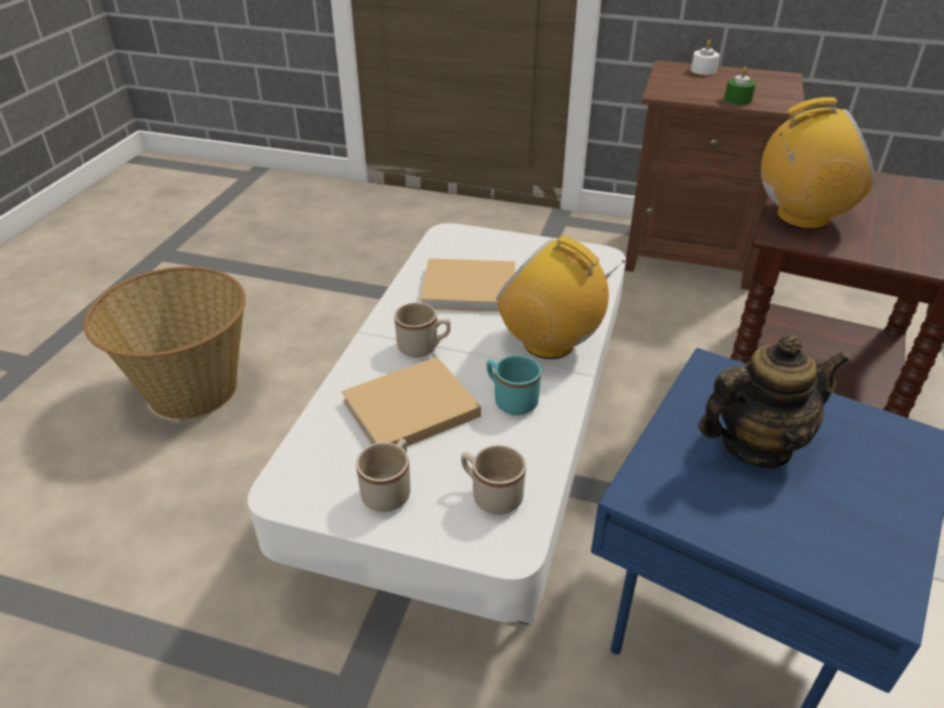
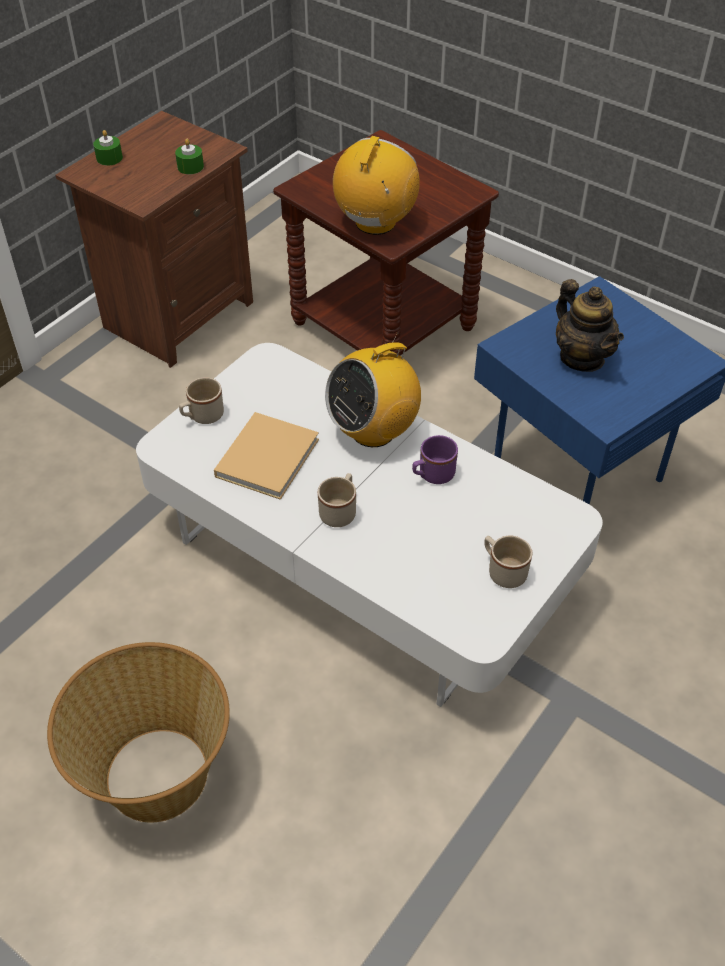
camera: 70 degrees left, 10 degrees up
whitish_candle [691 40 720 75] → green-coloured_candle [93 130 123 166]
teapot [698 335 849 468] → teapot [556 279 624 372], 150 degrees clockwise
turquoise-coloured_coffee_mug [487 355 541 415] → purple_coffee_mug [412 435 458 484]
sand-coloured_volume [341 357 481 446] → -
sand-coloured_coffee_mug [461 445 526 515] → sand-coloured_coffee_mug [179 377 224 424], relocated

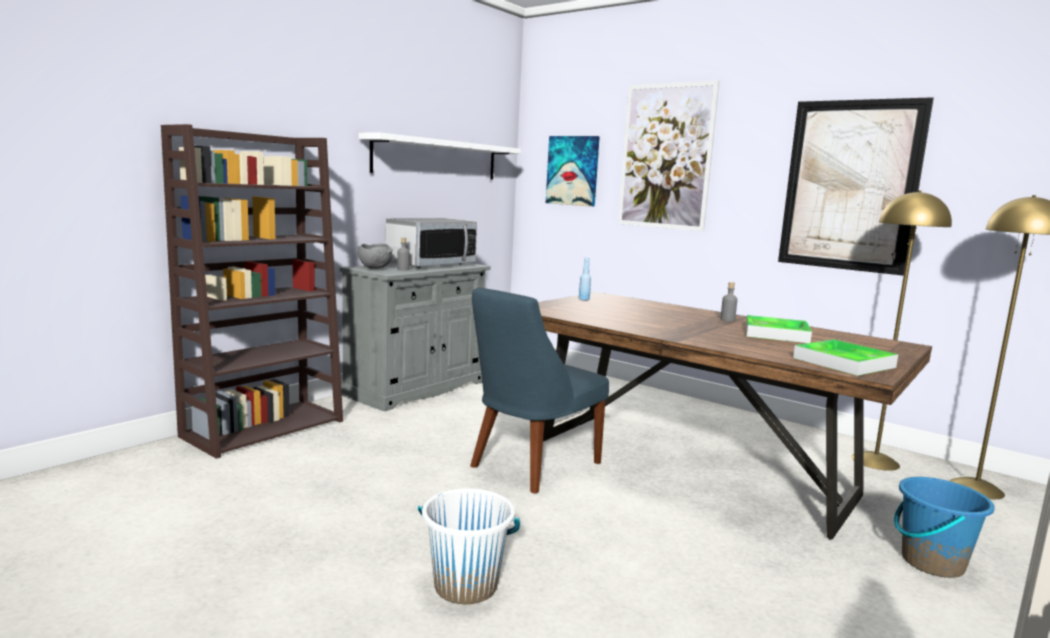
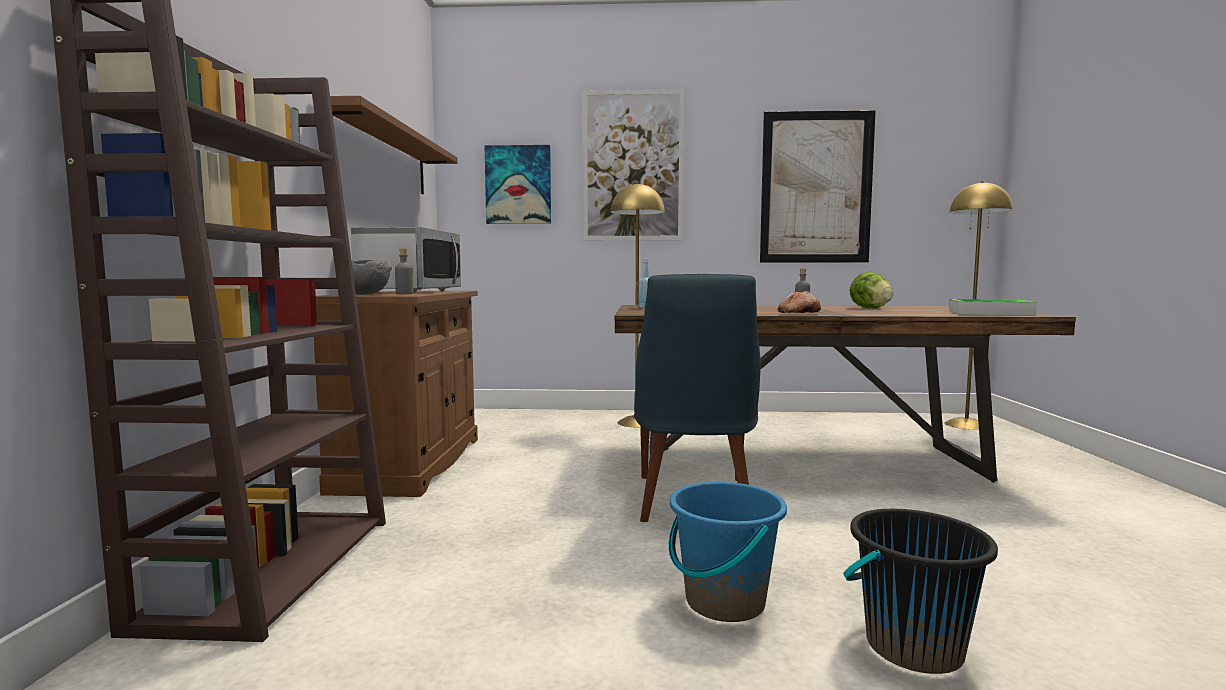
camera: 35 degrees left, 5 degrees down
whitish_shelf [359 133 521 180] → brown-coloured_shelf [330 96 458 194]
yellowish_standing_lamp [851 190 952 471] → yellowish_standing_lamp [611 183 665 427], relocated
gray_cabinet [340 263 491 411] → brown-coloured_cabinet [314 291 478 497]
serving_tray [746 315 812 343] → lettuce_head [849 271 893 309]
blue-coloured_bucket [894 477 995 578] → blue-coloured_bucket [668 482 787 622], relocated
whitish_bucket [418 488 520 604] → black_bucket [843 509 998 674]
- → bread [778 291 821 313]

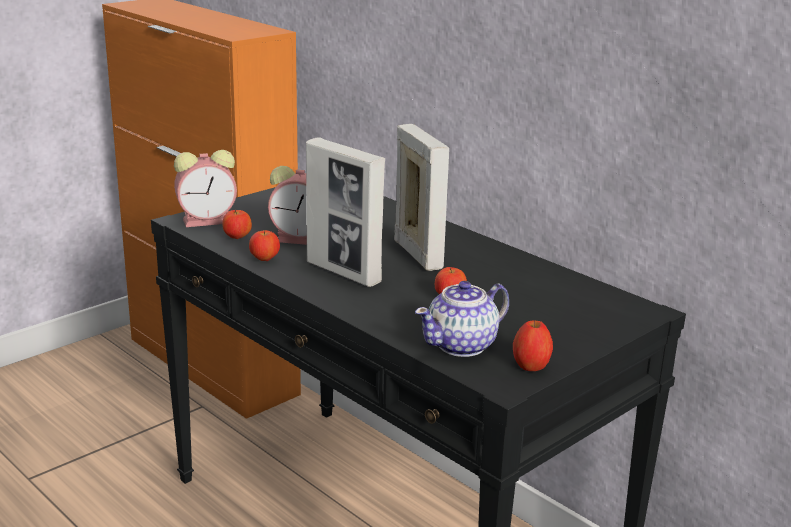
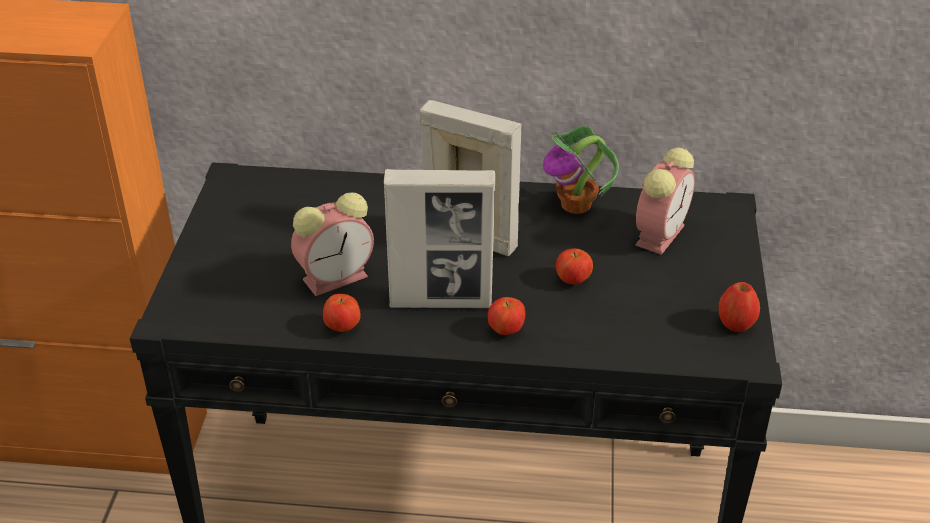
camera: 40 degrees left, 15 degrees up
bedside_clock [174 150 237 227] → bedside_clock [636 148 695 255], relocated
apple [222 209 252 239] → apple [488 297 525 335], relocated
teapot [415 281 509 357] → -
- → houseplant [543 125 619 214]

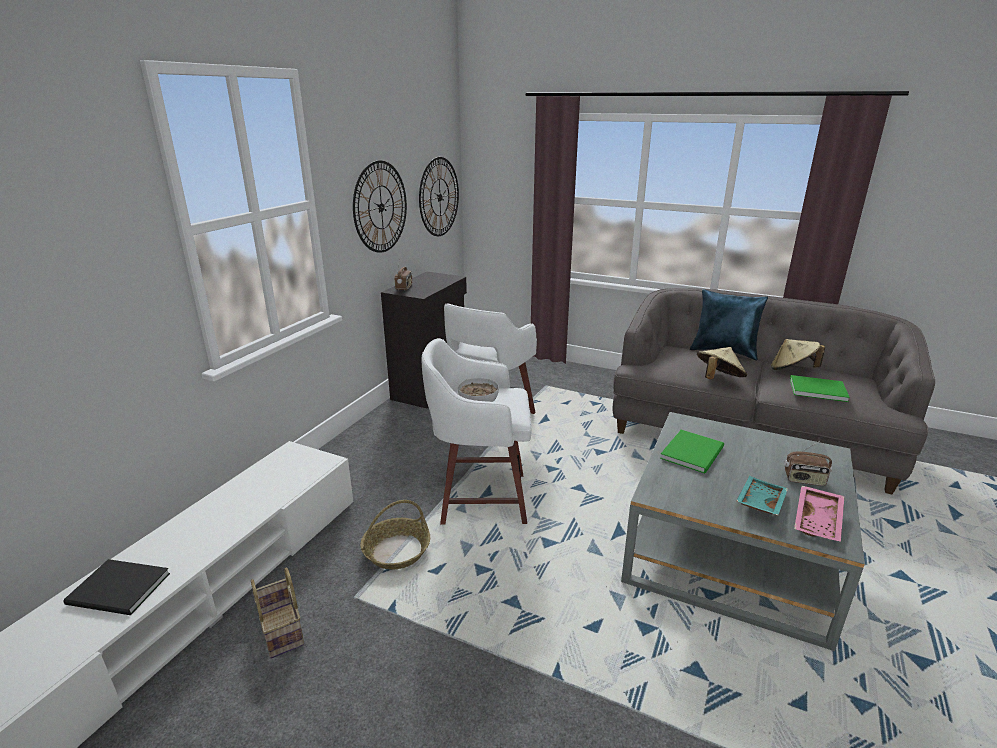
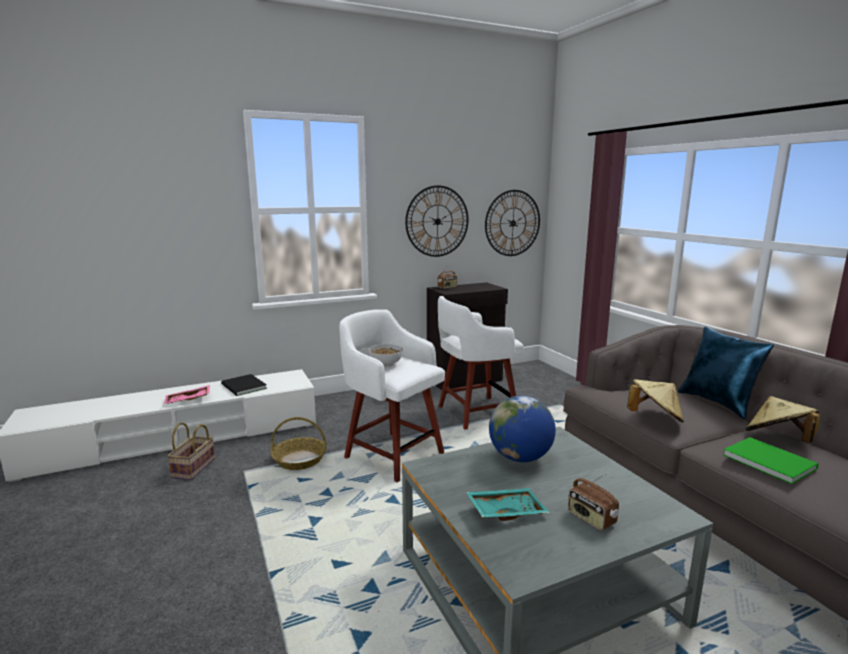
camera: 40 degrees right, 10 degrees down
green-coloured_volume [660 430 724 473] → desk_globe [489 396 556 462]
pink-coloured_serving_tray [794 486 845 542] → pink-coloured_serving_tray [164 385 210 404], relocated
black_volume [63 559 170 615] → black_volume [221 374 267 396], relocated

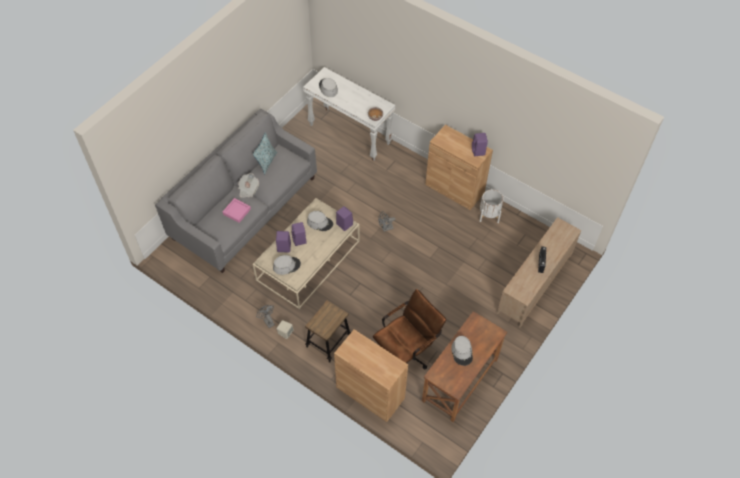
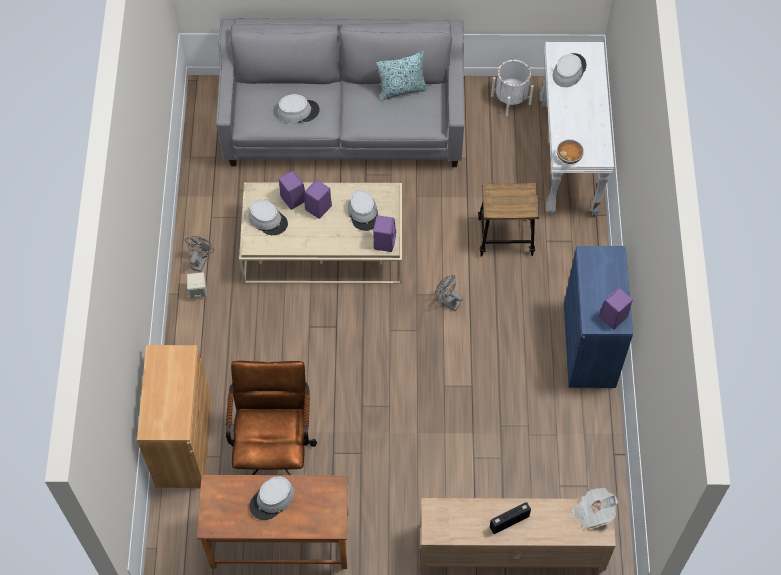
camera: 55 degrees right, 5 degrees up
brown-coloured_cabinet [425 125 493 210] → blue-coloured_cabinet [564 246 633 388]
daily_paper [238 173 259 198] → daily_paper [572 488 618 529], relocated
whitish_planter [480 189 504 223] → whitish_planter [491 60 534 116], relocated
pink-coloured_serving_tray [223 198 251 223] → gray_wearable_hat [277 94 320 123]
brown-coloured_desk_chair [373 289 446 369] → brown-coloured_desk_chair [226 361 317 475], 105 degrees counterclockwise
stool [305 300 351 362] → stool [478 183 539 257], relocated

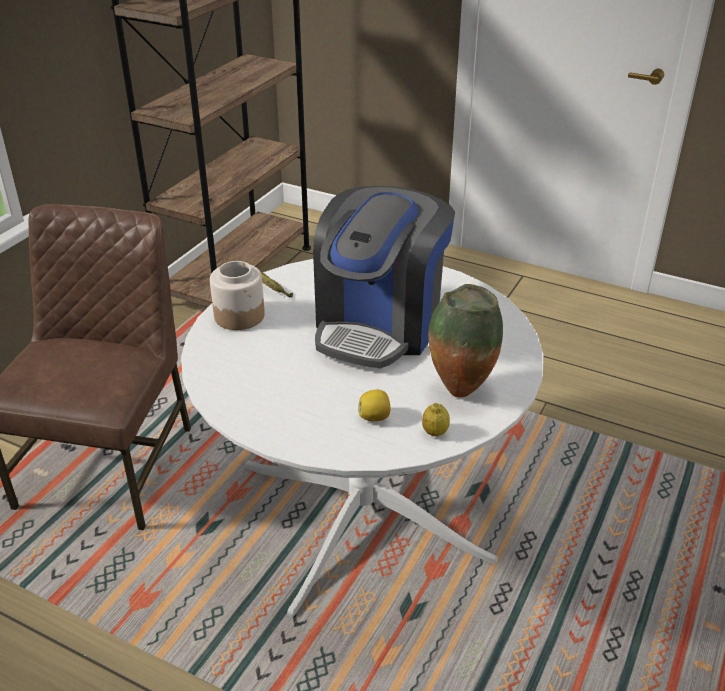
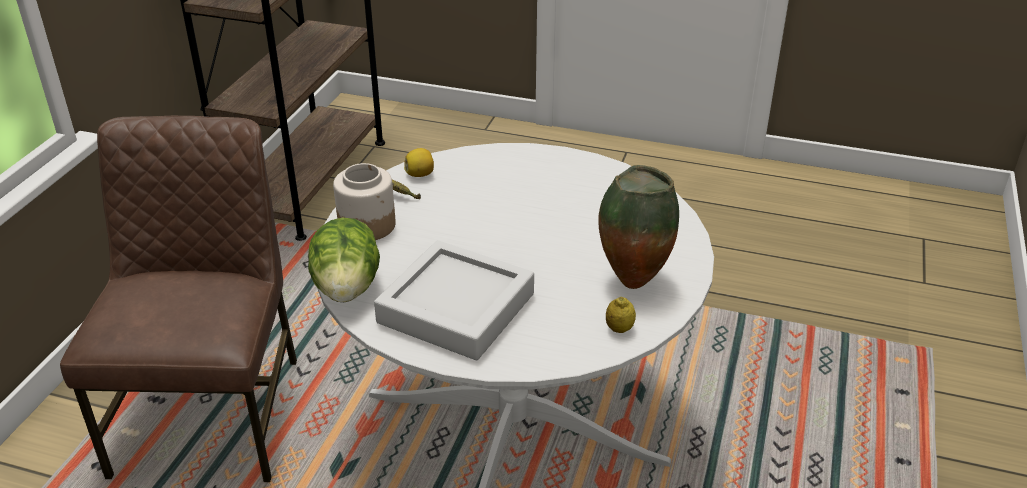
camera: 10 degrees left, 0 degrees up
coffee_maker [313 186 455 368] → -
citrus_fruit [358 390 391 422] → citrus_fruit [404 148 434 177], relocated
- → lettuce_head [308 217 380 302]
- → gray_serving_tray [374 240 534 360]

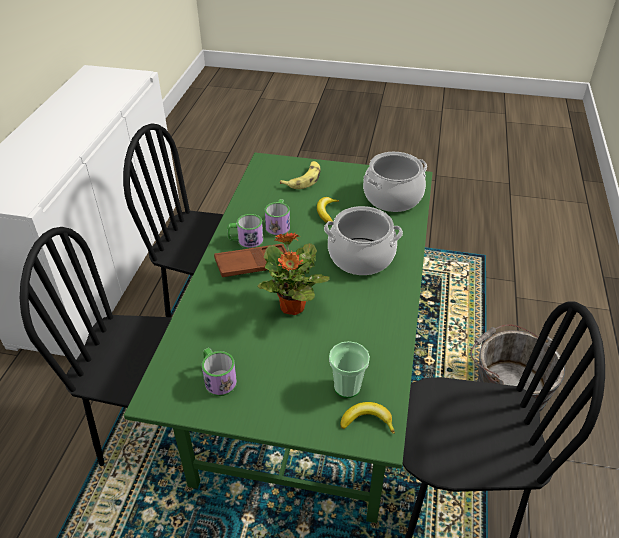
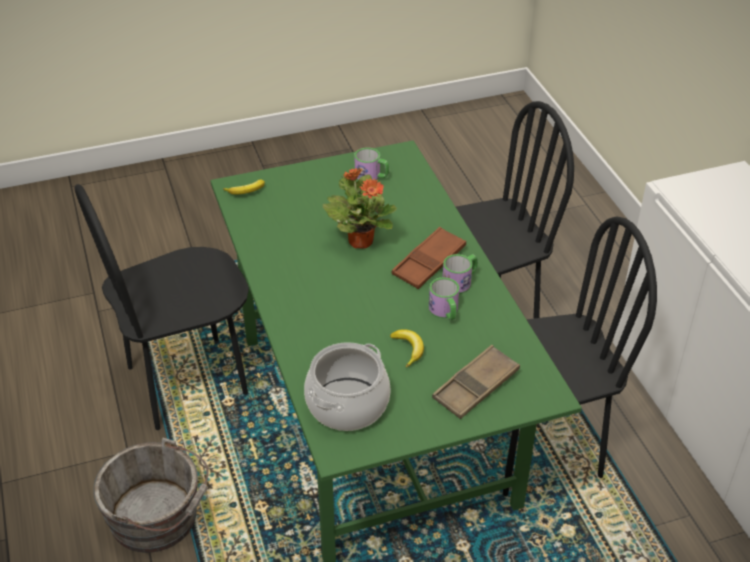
camera: 150 degrees right, 0 degrees up
banana_fruit [280 161 320 189] → brown-coloured_serving_tray [432 345 520 419]
stockpot [324 206 403 275] → -
drinking_cup [329 341 370 398] → -

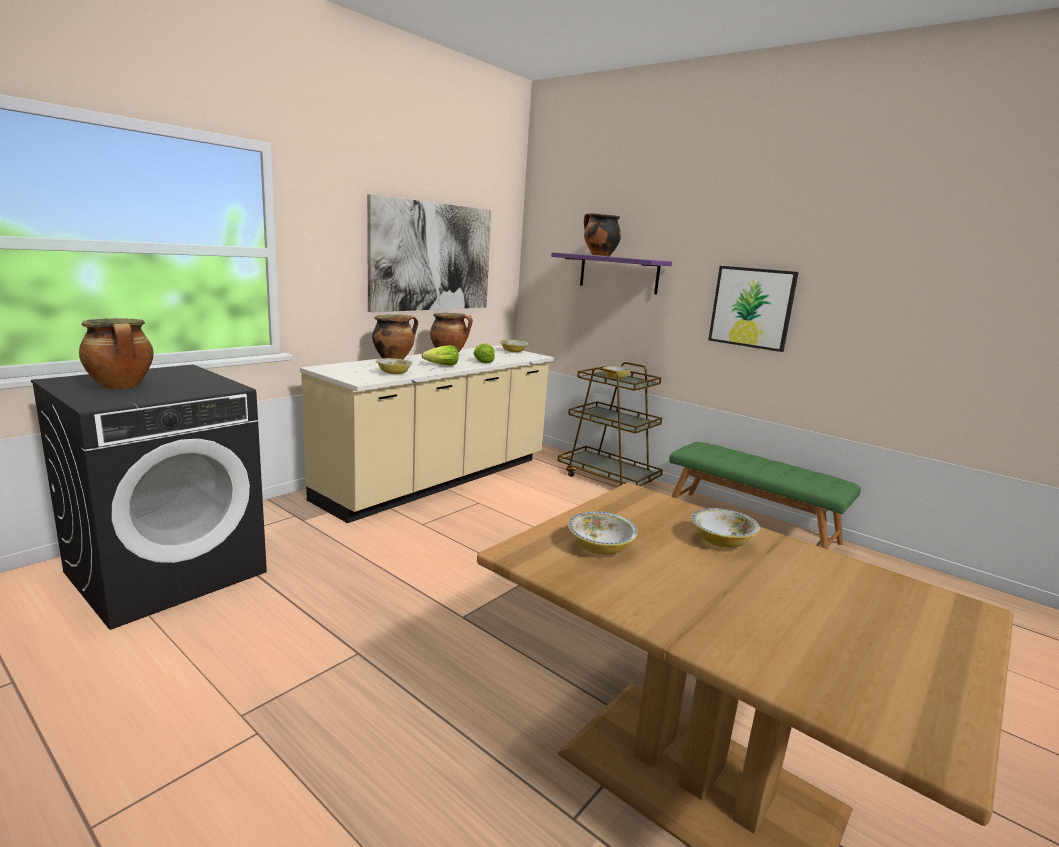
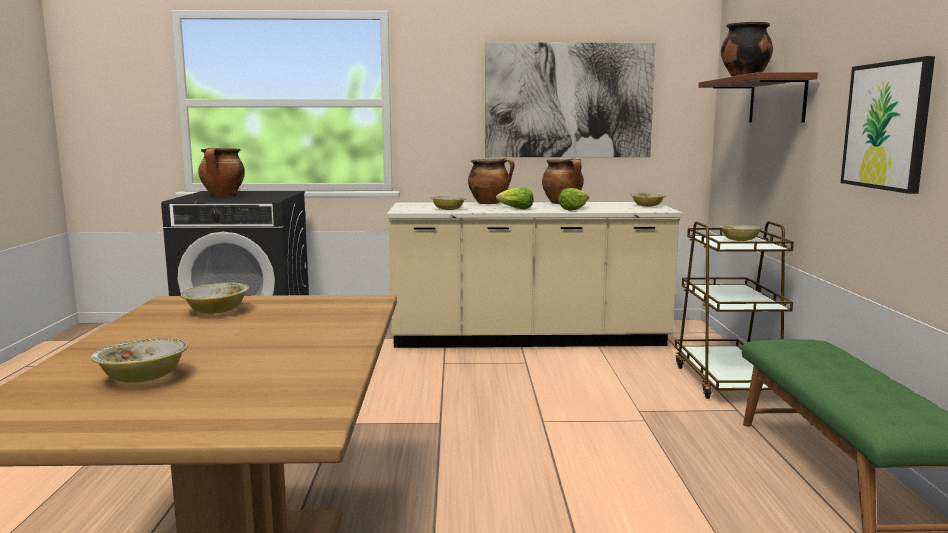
camera: 50 degrees right, 5 degrees down
purple_shelf [551 252 672 294] → brown-coloured_shelf [698 72 818 123]
bowl [691 508 760 548] → bowl [91 338 188 383], relocated

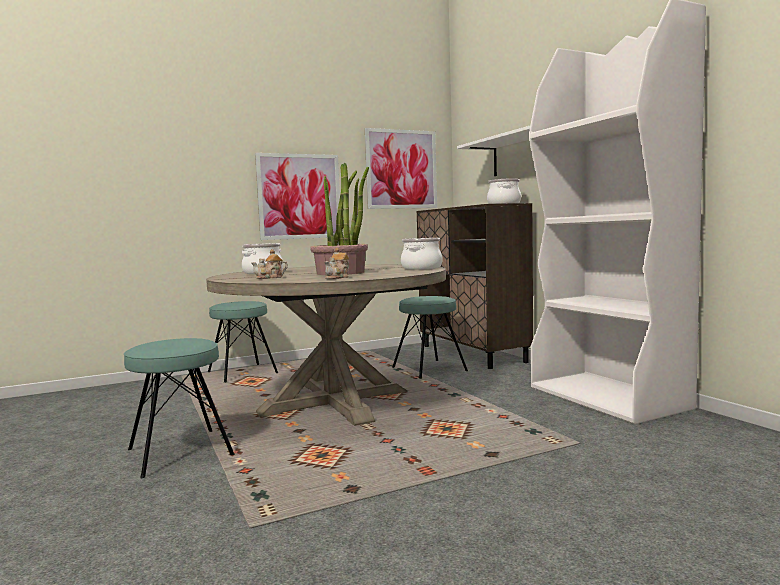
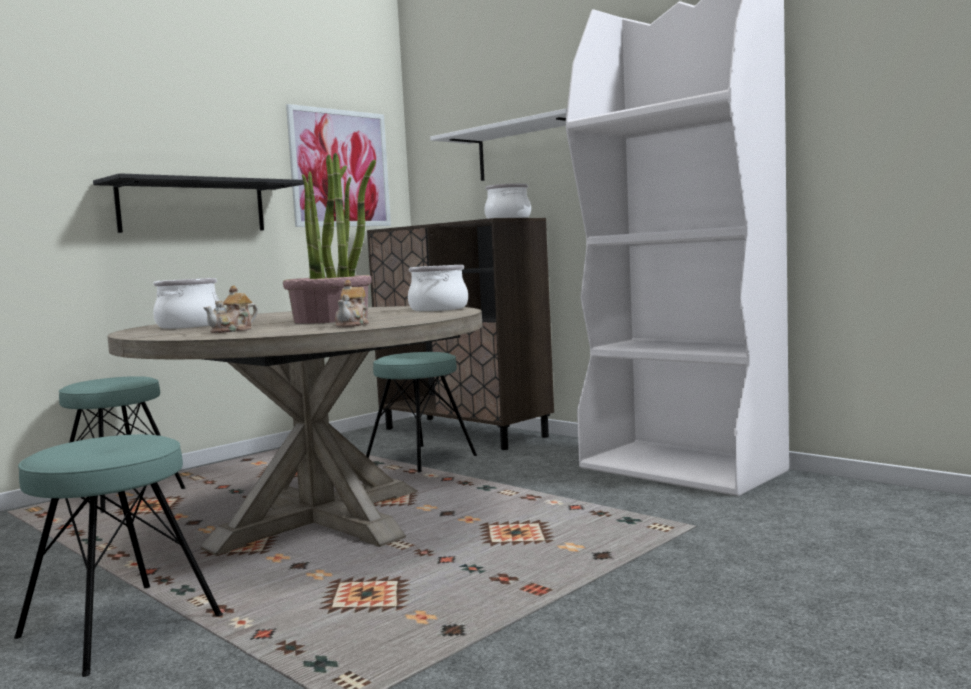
camera: 20 degrees left, 0 degrees up
wall_picture [255 153 340 240] → black_shelf [93 173 304 233]

